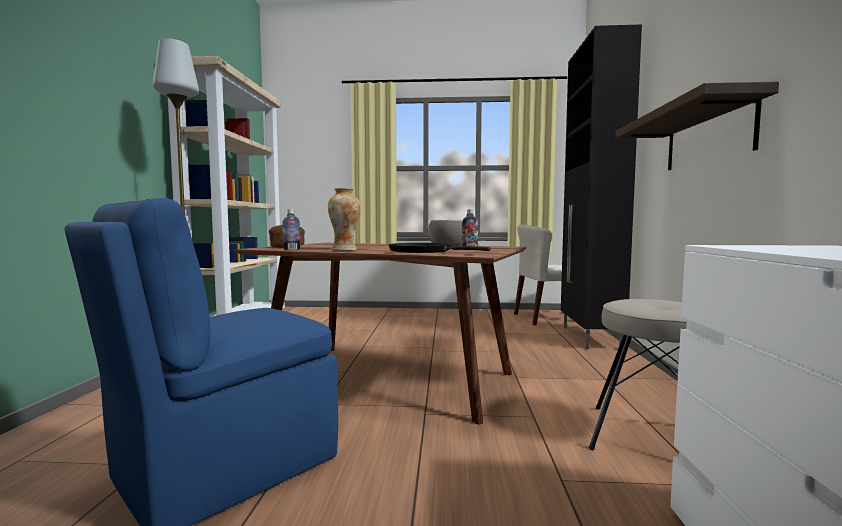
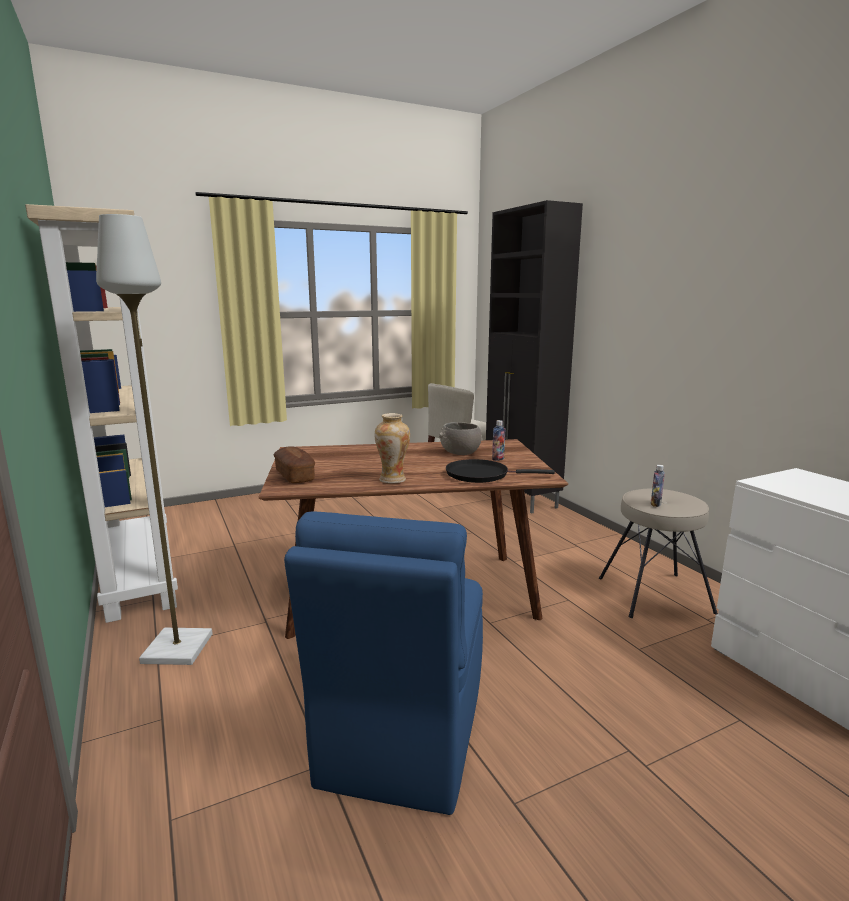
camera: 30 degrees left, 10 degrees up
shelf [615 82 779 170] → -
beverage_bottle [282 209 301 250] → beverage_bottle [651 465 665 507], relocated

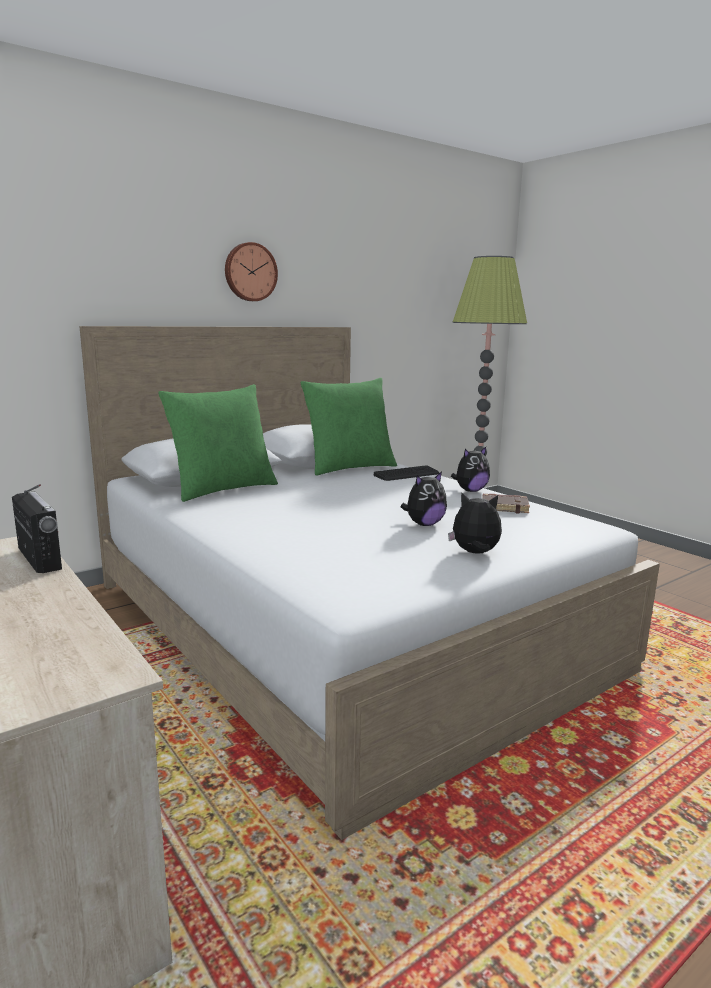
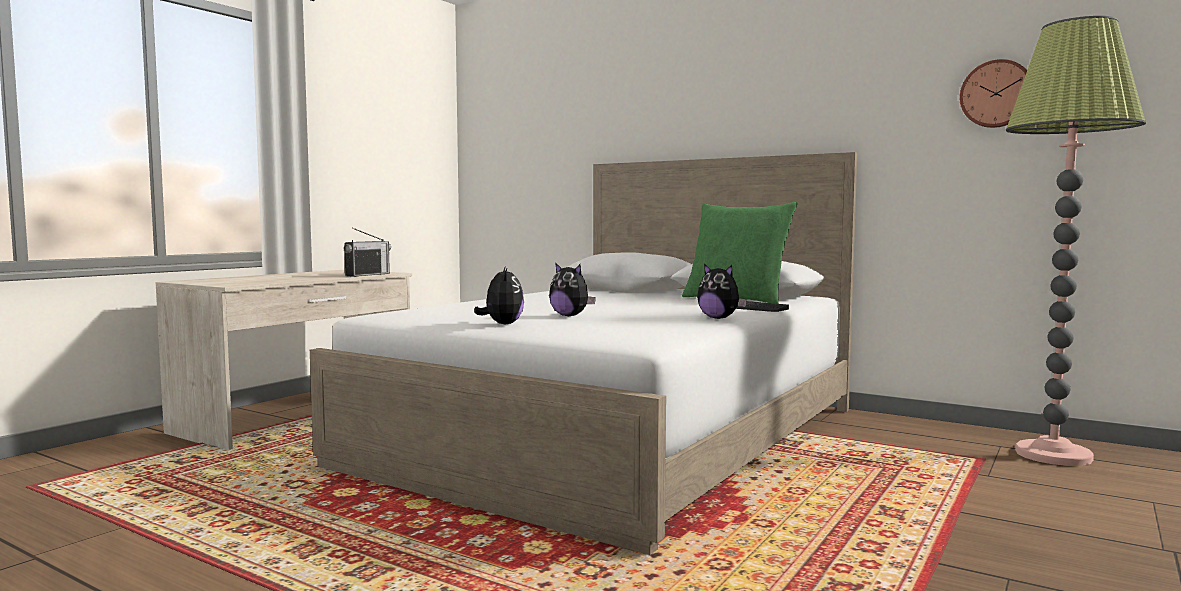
camera: 70 degrees right, 10 degrees down
clock_on_the_wall [225 242 278 301] → clock_on_the_wall [959 59 1027 128], relocated
green-coloured_throw_pillow [158 384 278 502] → -
brown-coloured_volume [482 494 530 514] → -

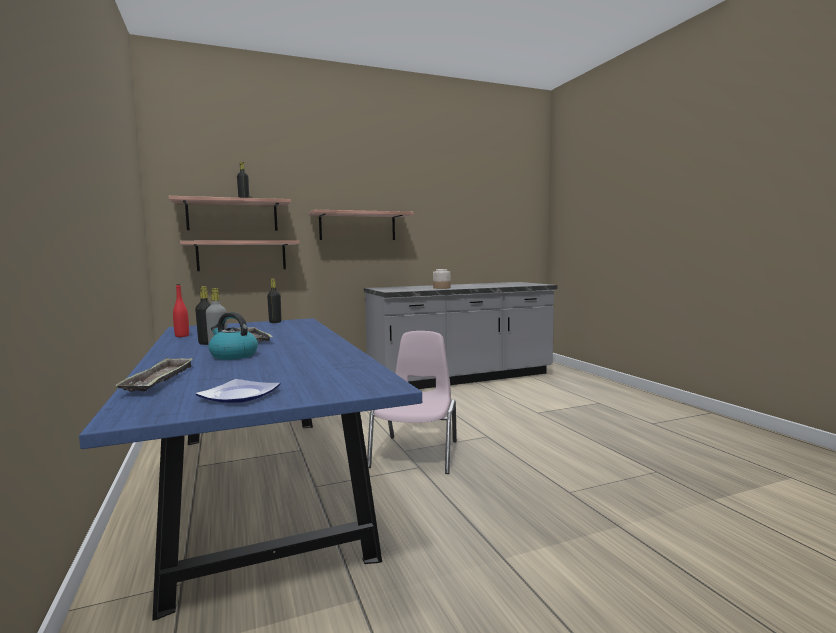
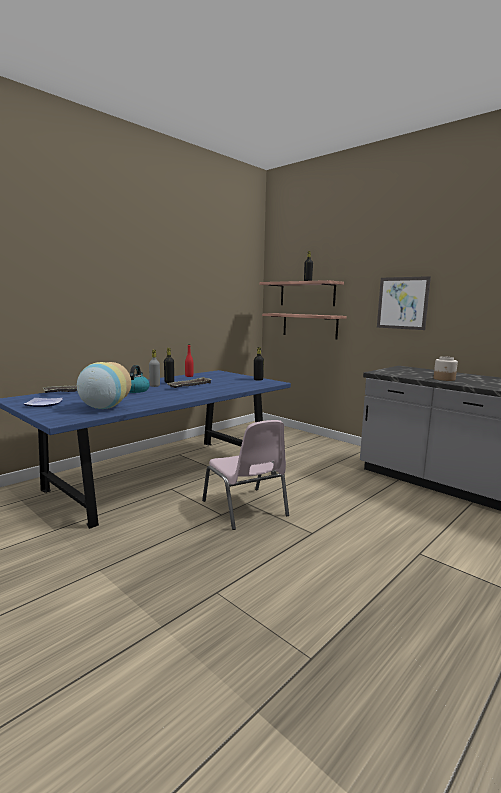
camera: 65 degrees right, 5 degrees up
shelf [308 210 414 240] → wall_picture [377 276 431 330]
pink-coloured_plain_chair [367 331 457 474] → pink-coloured_plain_chair [202 420 289 530], 75 degrees clockwise
- → vase [77 362 131 409]

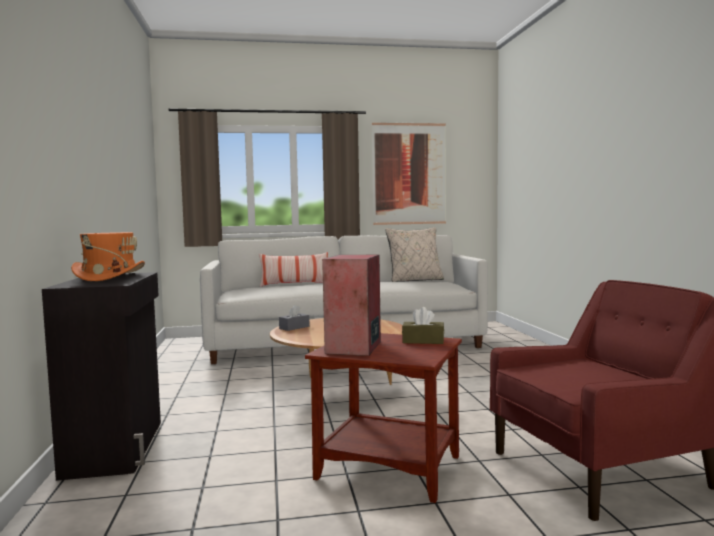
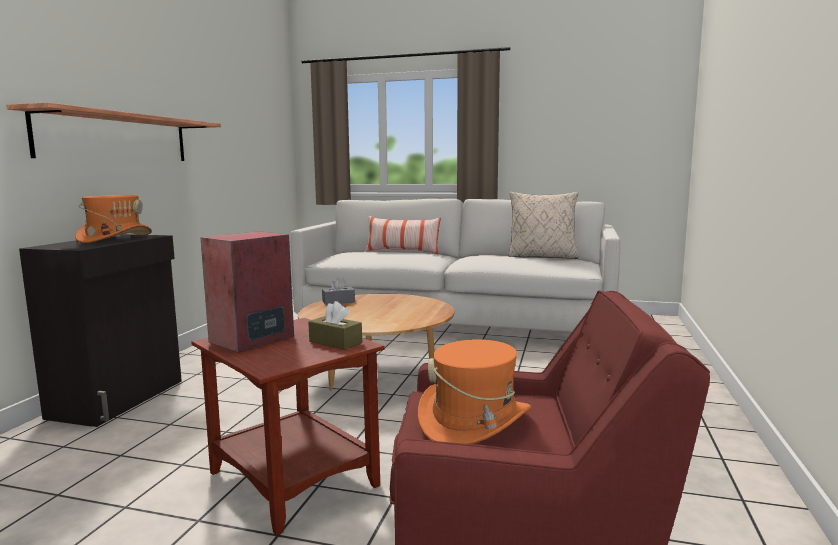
camera: 25 degrees right, 5 degrees up
wall_picture [372 122 446 225] → -
- → shelf [6 103 221 161]
- → orange_wearable_hat [418 339 531 444]

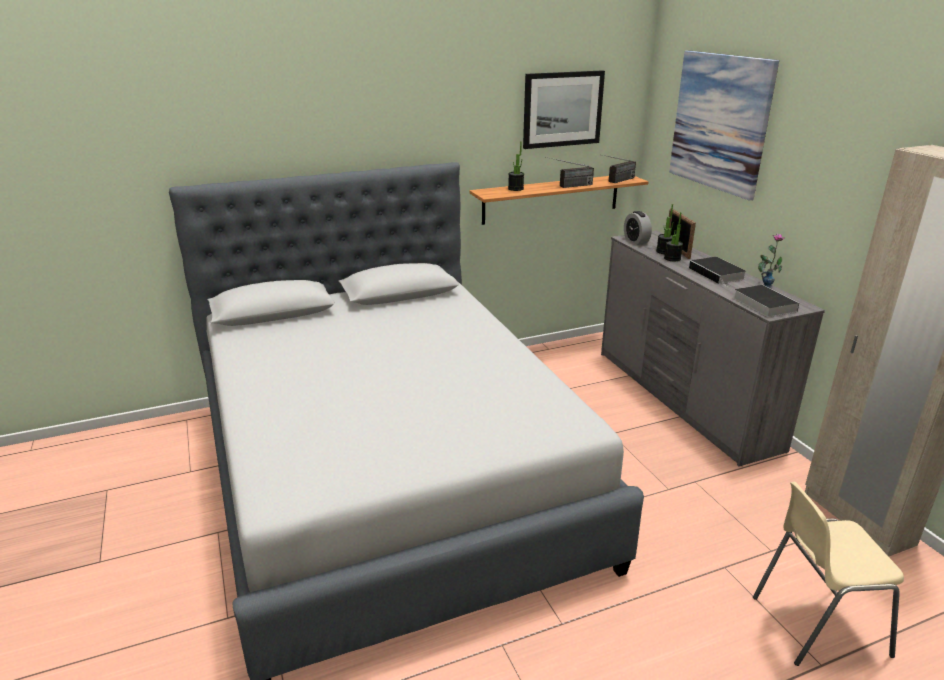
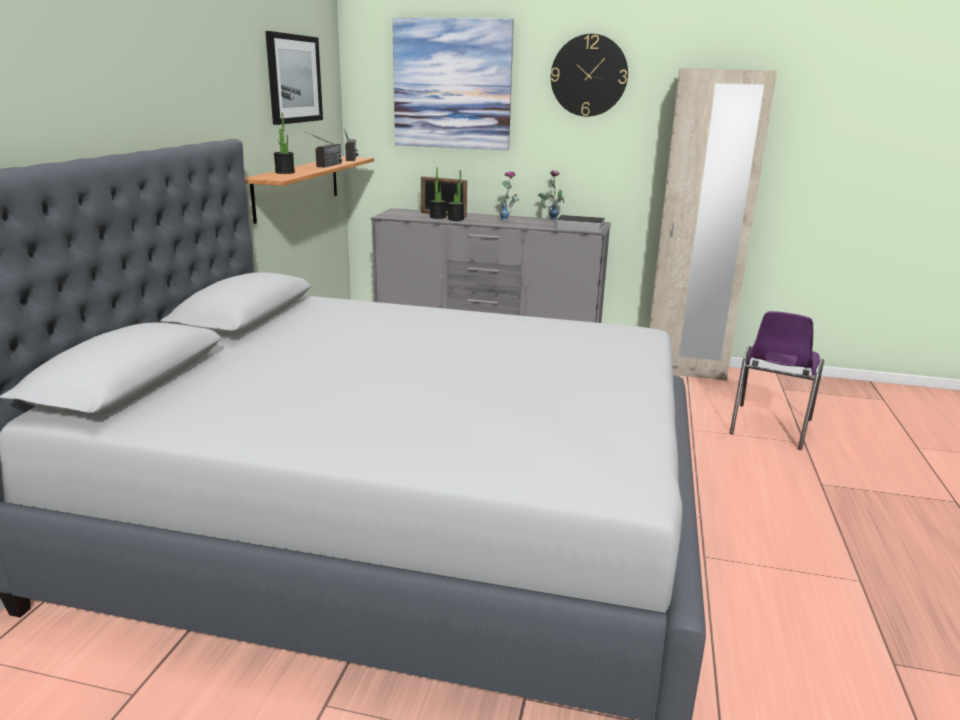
camera: 55 degrees left, 5 degrees down
bedside_clock [624 211 652 245] → -
volume [689 257 746 287] → vase [500 171 519 221]
sand-coloured_plain_chair [753 482 904 666] → purple_plain_chair [730 311 824 450]
- → clock_on_the_wall [551 34 628 116]

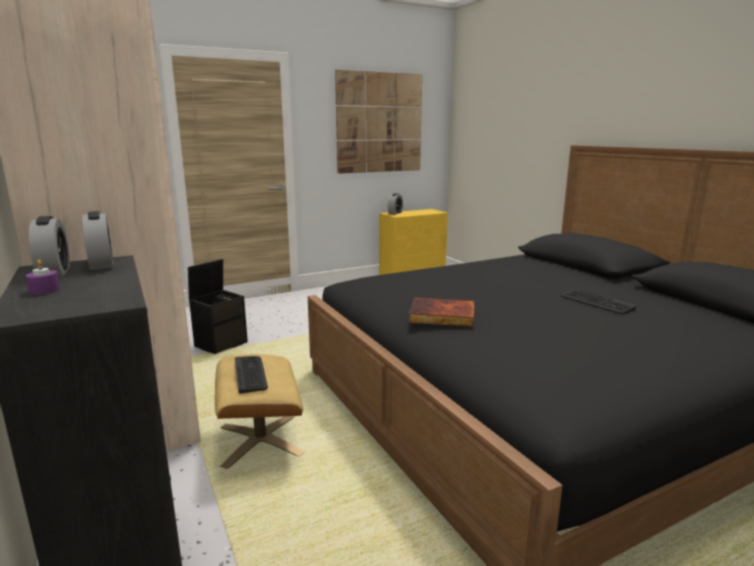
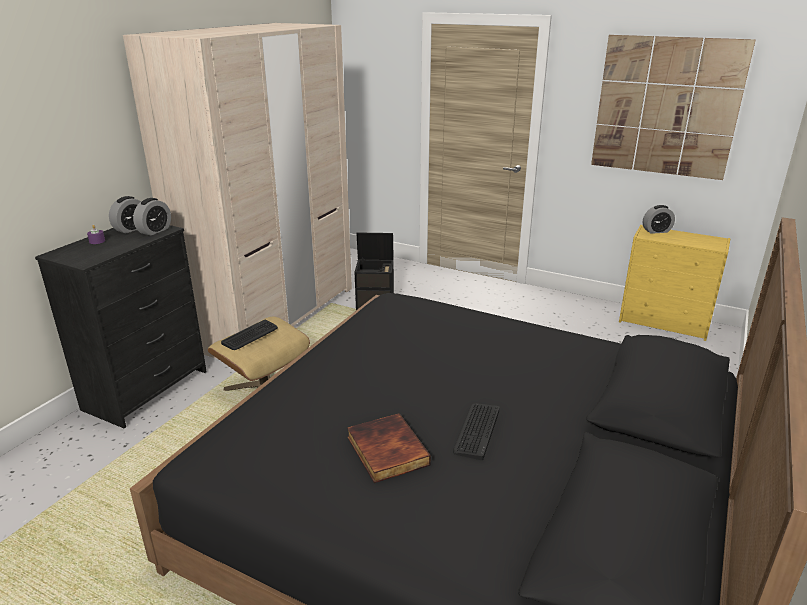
camera: 55 degrees right, 10 degrees up
volume [409 297 474 328] → volume [347 413 431 483], relocated

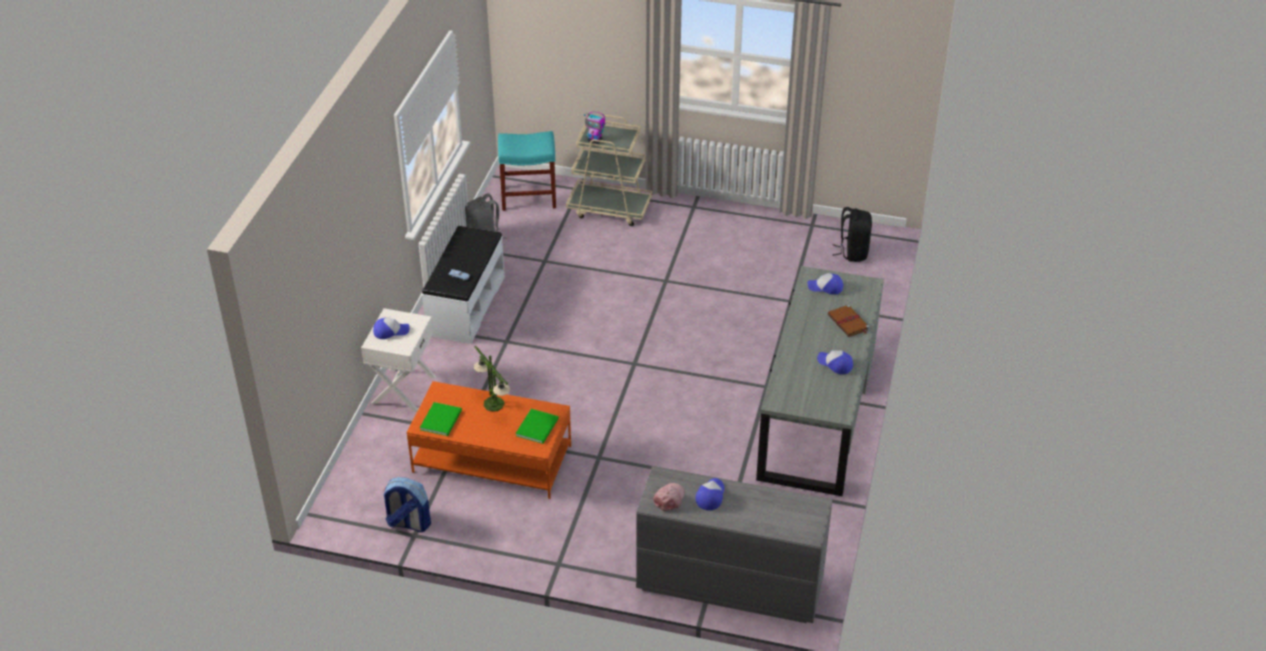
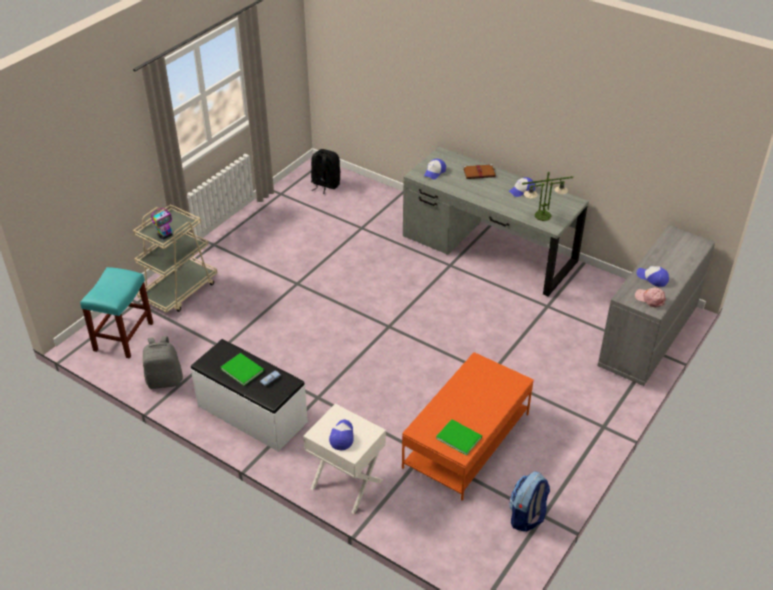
camera: 70 degrees left, 0 degrees up
table_lamp [474 346 510 412] → table_lamp [522 172 573 221], relocated
green-coloured_volume [516 409 559 444] → green-coloured_volume [221 353 264 386], relocated

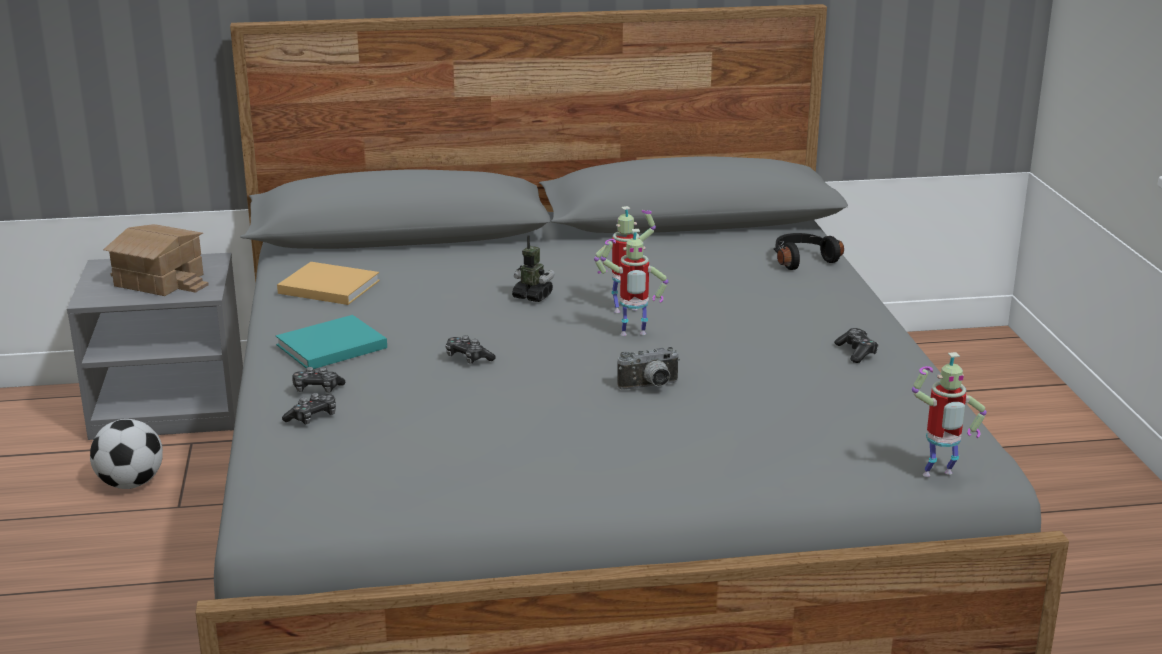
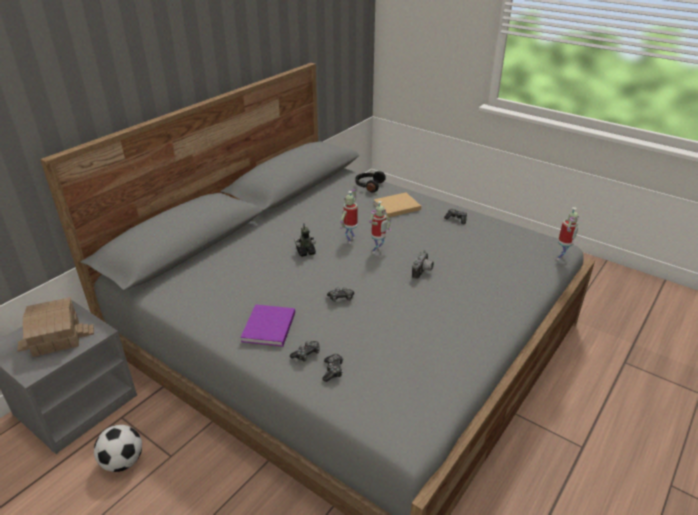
camera: 45 degrees left, 10 degrees up
sand-coloured_volume [277 262 380 305] → sand-coloured_volume [373 192 421 217], relocated
turquoise-coloured_volume [276 315 387 369] → purple_volume [240 304 295 347]

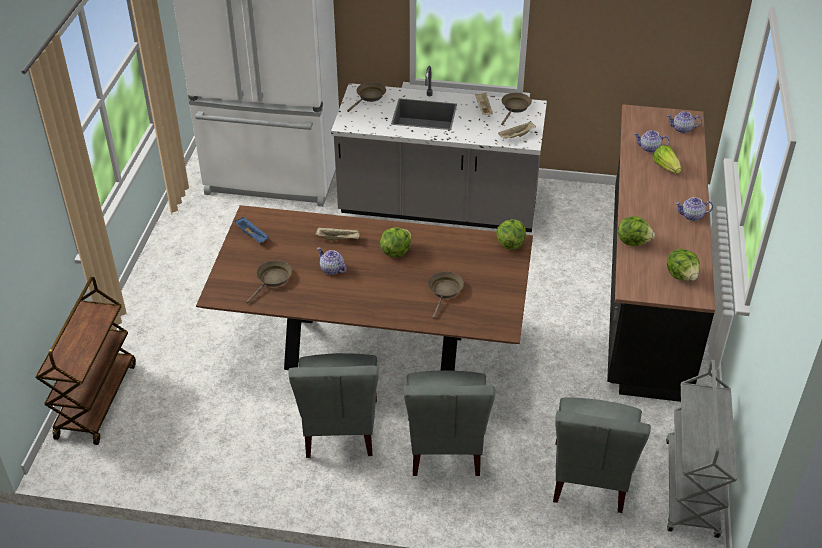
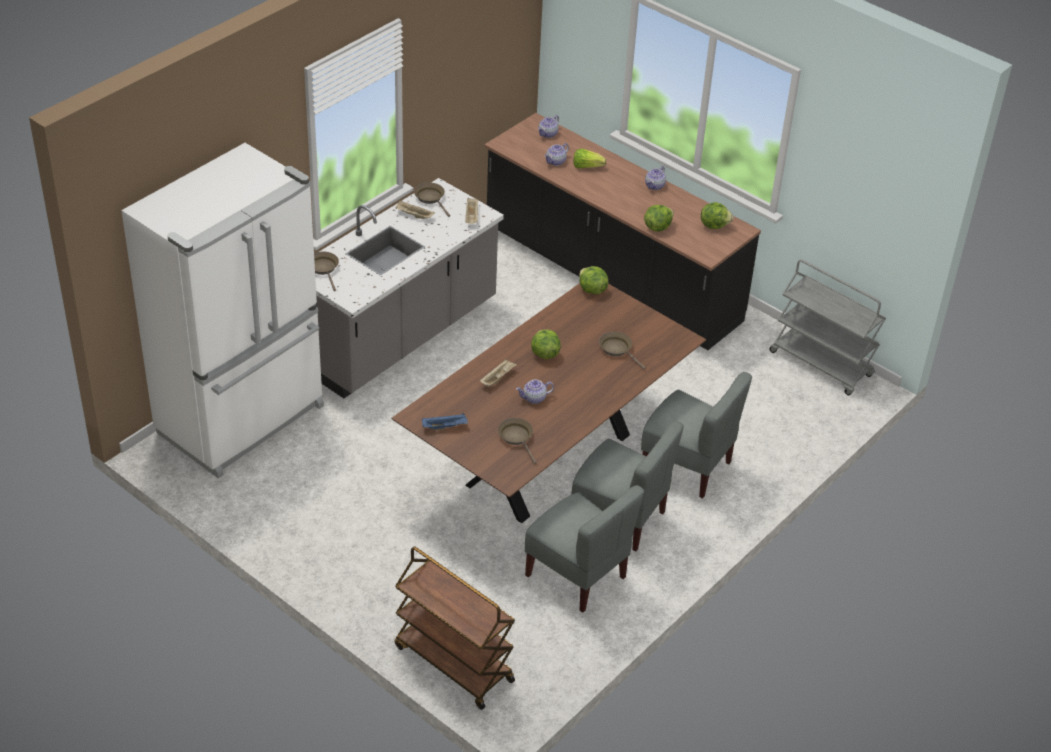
camera: 60 degrees left, 0 degrees up
gray_plain_chair [553 398 651 513] → gray_plain_chair [525 485 644 613], relocated

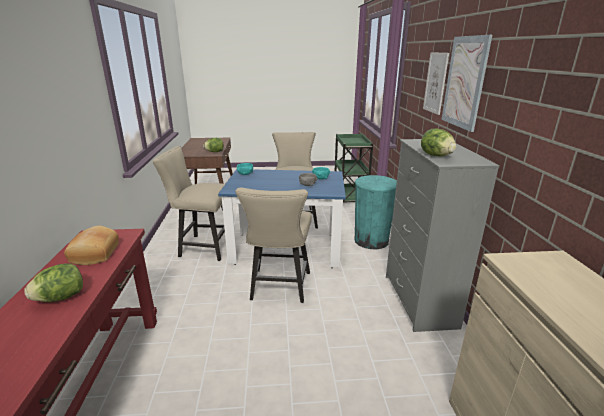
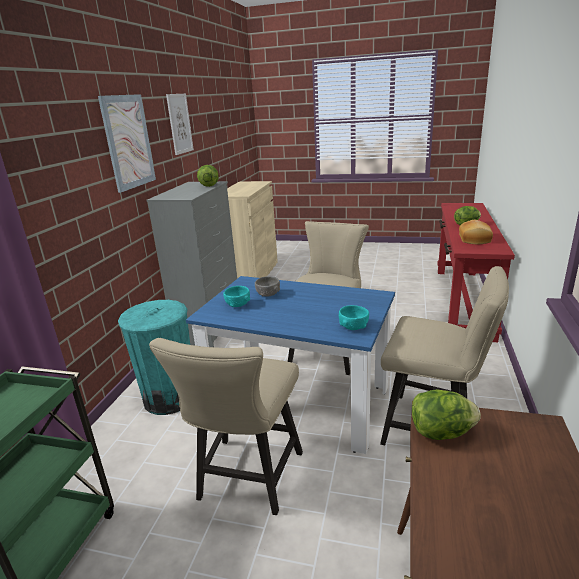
camera: 160 degrees left, 0 degrees up
wall_picture [423 52 449 115] → wall_picture [166 94 194 155], relocated

